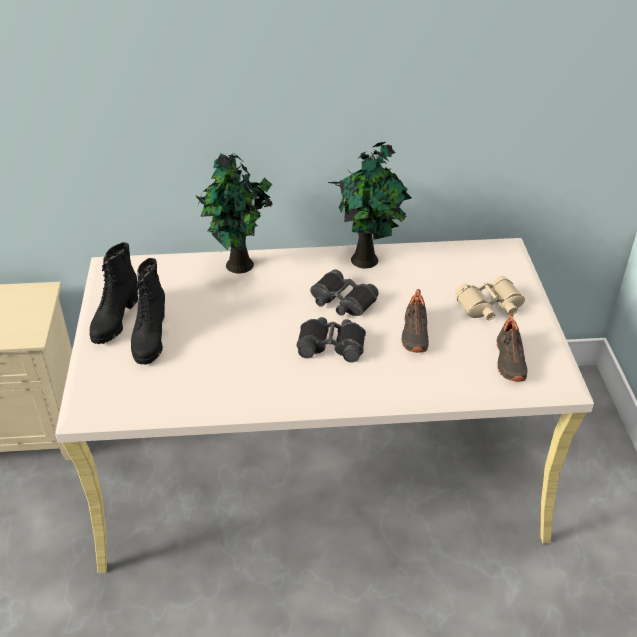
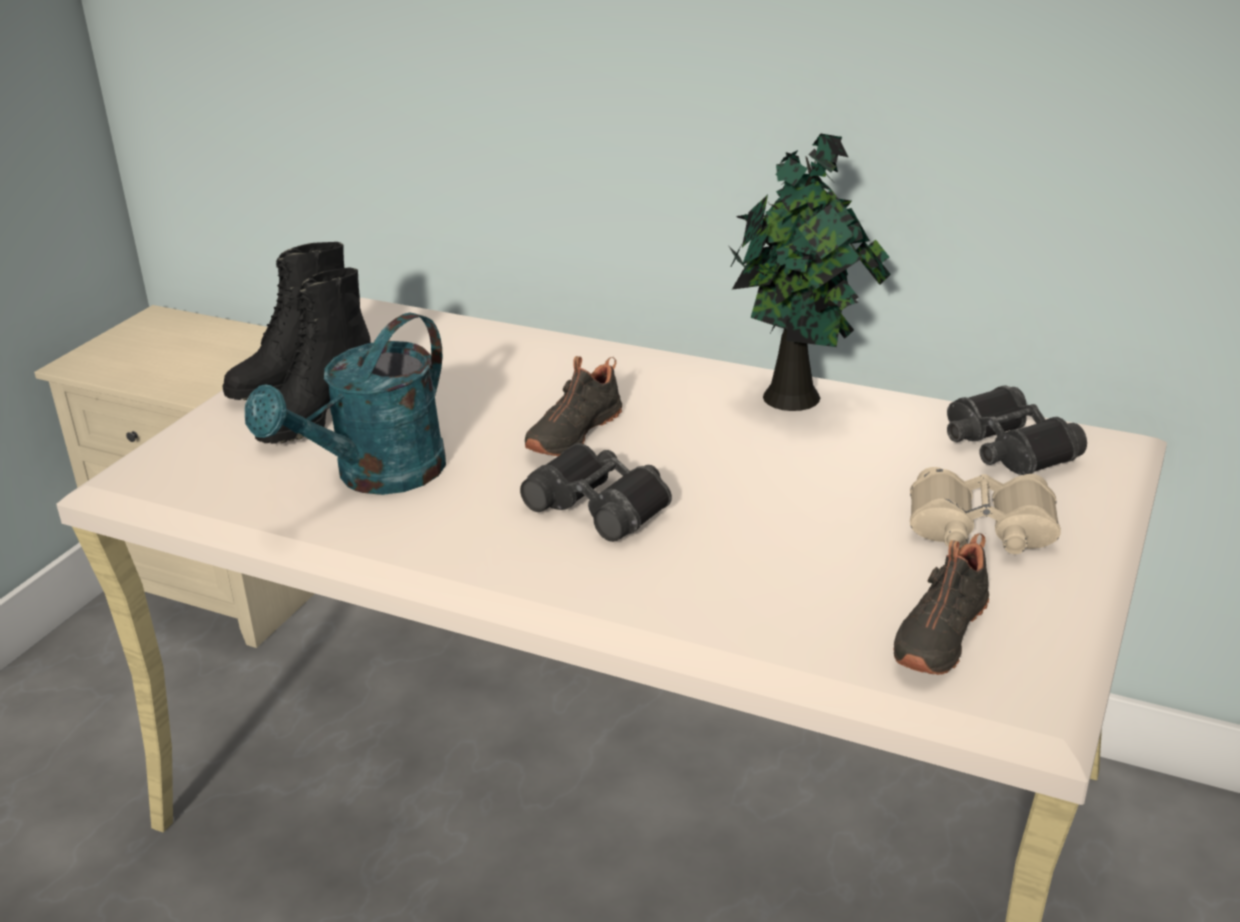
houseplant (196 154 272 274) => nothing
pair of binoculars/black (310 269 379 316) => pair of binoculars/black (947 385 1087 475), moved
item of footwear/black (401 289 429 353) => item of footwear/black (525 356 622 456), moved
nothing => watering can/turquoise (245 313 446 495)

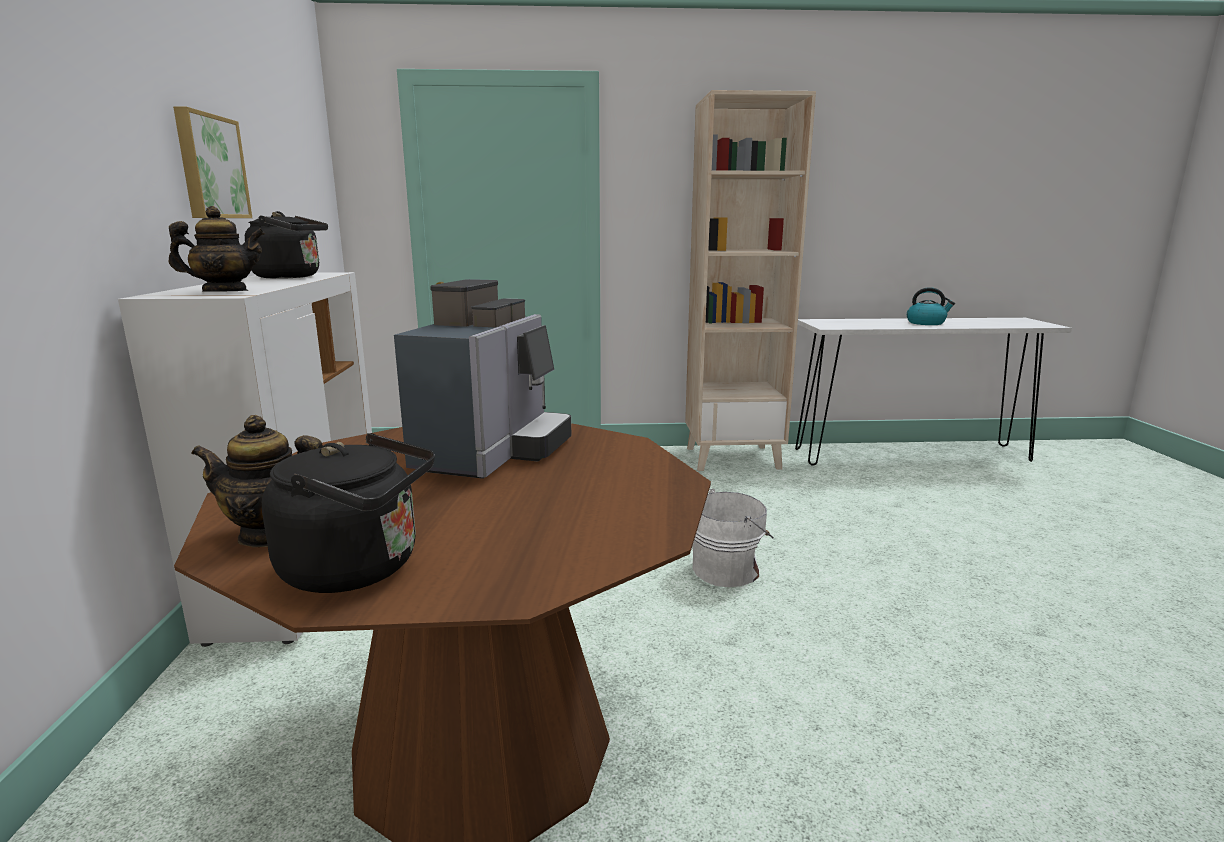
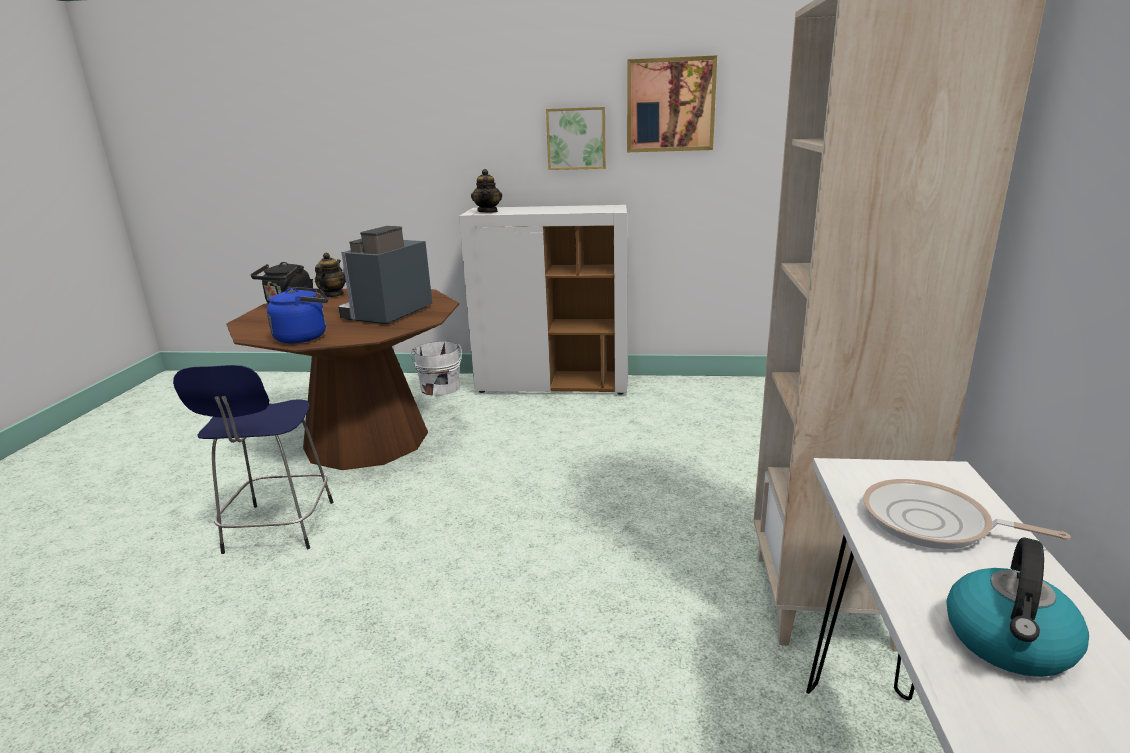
water kettle/black (245 211 328 279) => nothing
coffee maker (394 279 571 479) => coffee maker (338 226 432 324), 90 degrees clockwise
pail/white-coloured (693 489 774 587) => pail/white-coloured (411 341 462 396), moved
nothing => sitting stool/bluish (173 365 334 554)
nothing => water kettle/bluish (266 287 328 344)
nothing => wall art (627 55 717 152)
nothing => frying pan (863 479 1071 549)

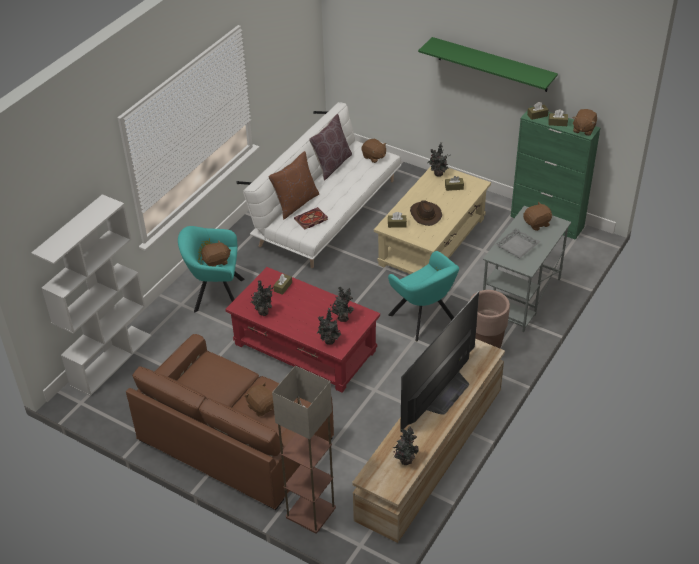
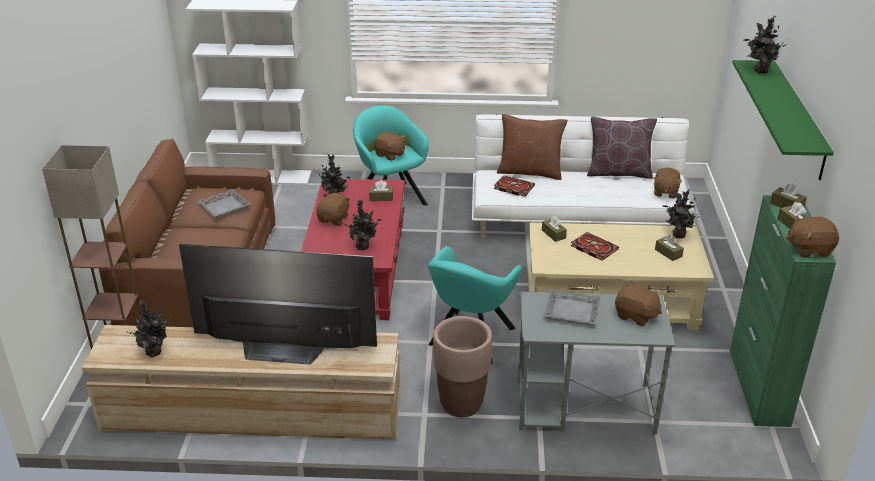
cuddly toy/brownish (244 383 274 417) => cuddly toy/brownish (316 193 350 225), moved
houseplant (317 308 341 345) => houseplant (743 15 789 73), moved
hat/brownish (410 200 442 226) => volume (571 232 619 261)
nothing => serving tray/gray (197 189 251 218)

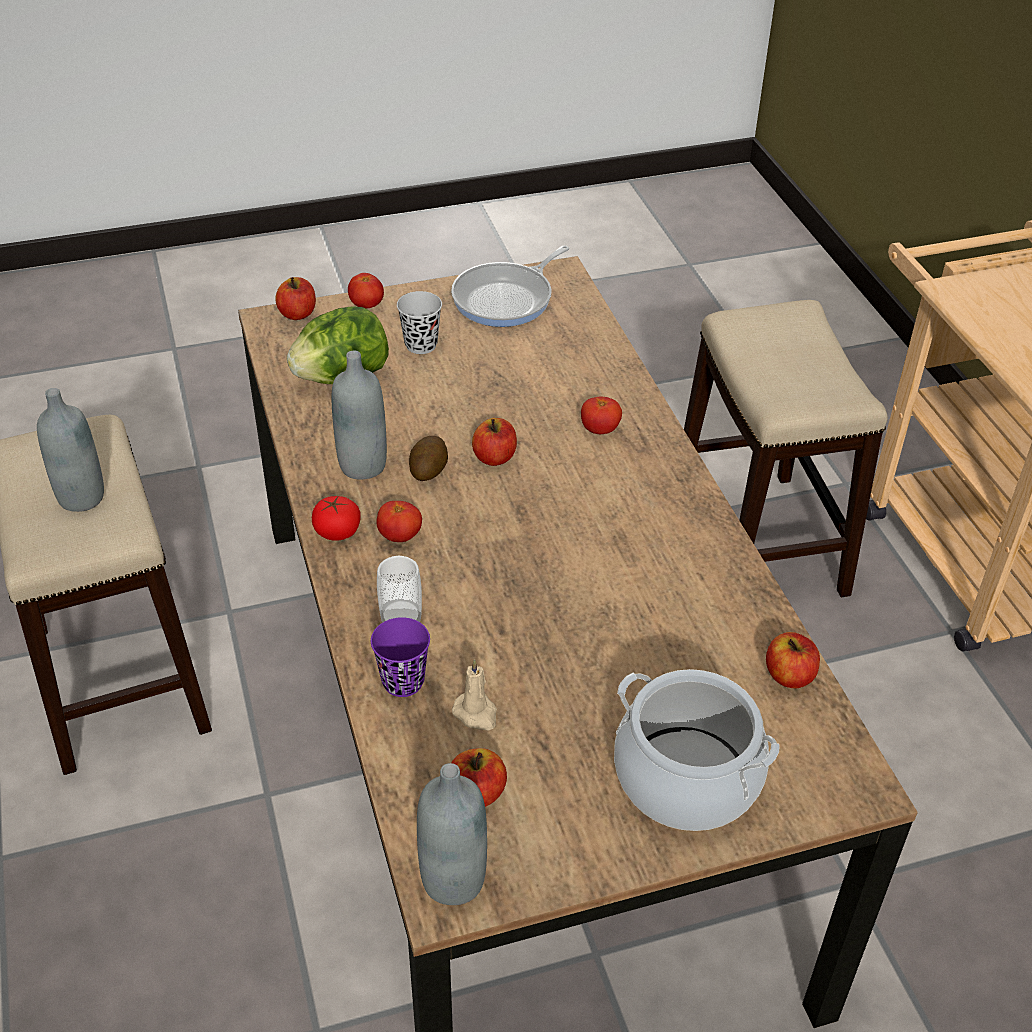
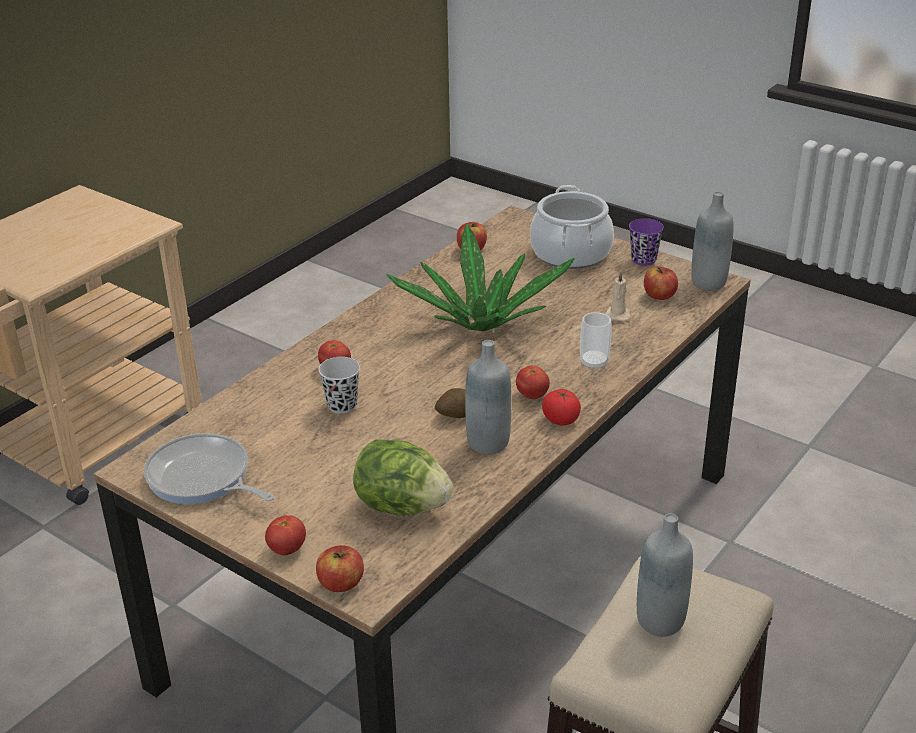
small cup/purple (371 617 430 697) => small cup/purple (629 218 664 266), moved
small cup/black (397 291 442 354) => small cup/black (318 357 360 414), moved
frying pan (451 245 569 327) => frying pan (144 433 275 504), 150 degrees counterclockwise
apple fruit (472 418 517 466) => nothing
sitting stool (684 300 888 597) => nothing
nothing => houseplant (386 224 574 331)

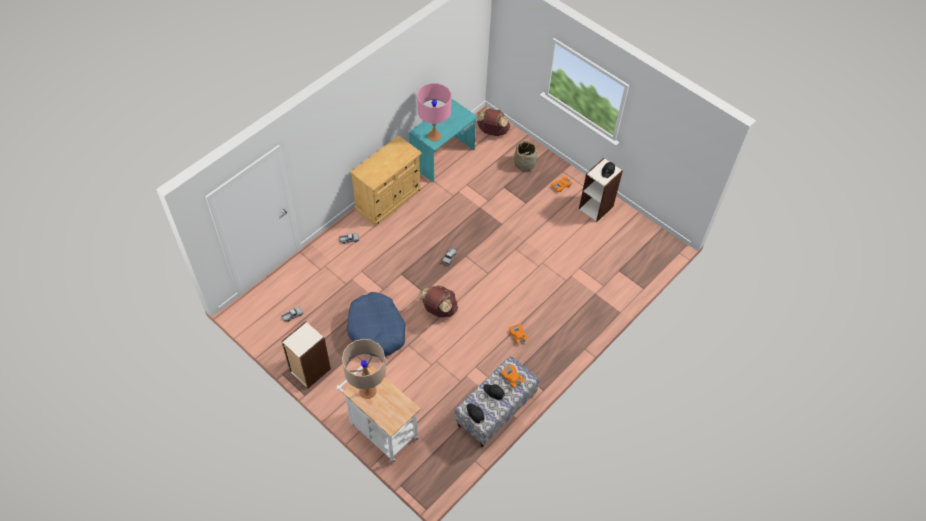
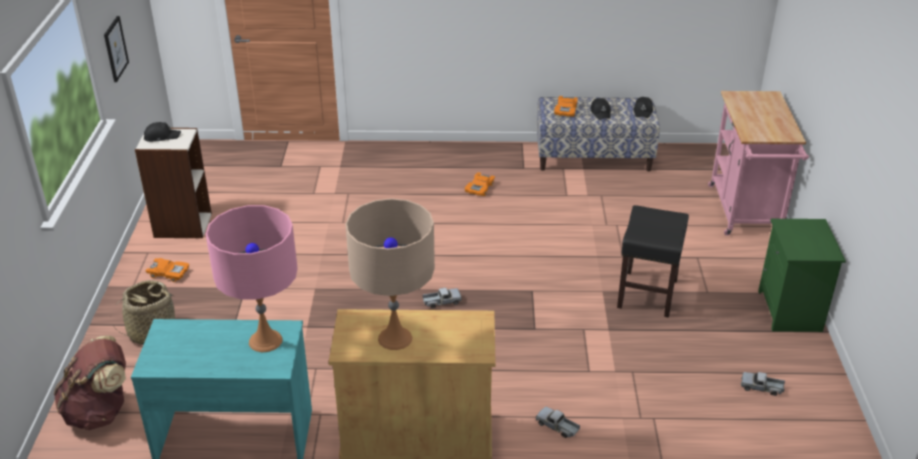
bookcase (281 321 331 389) => nightstand/green (758 219 846 332)
wheeled cart/white-coloured (336 366 421 463) => wheeled cart/pink-coloured (708 91 809 236)
table lamp/beige (342 339 386 399) => table lamp/beige (345 198 435 350), moved
dog cushion/bluish (347 292 406 357) => sitting stool/black (617 205 689 318)
backpack/brownish (418 285 458 317) => nothing
nothing => wall art (104 16 129 82)

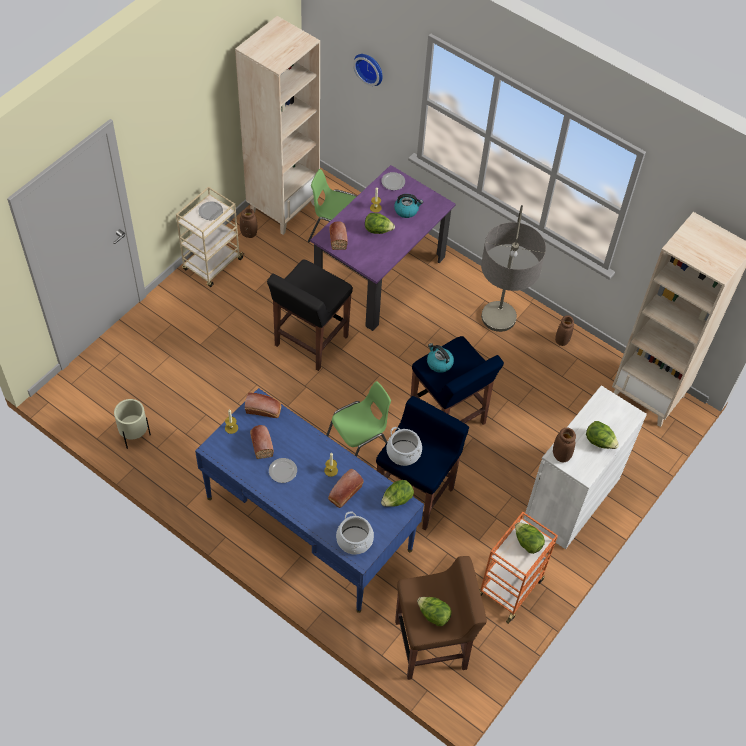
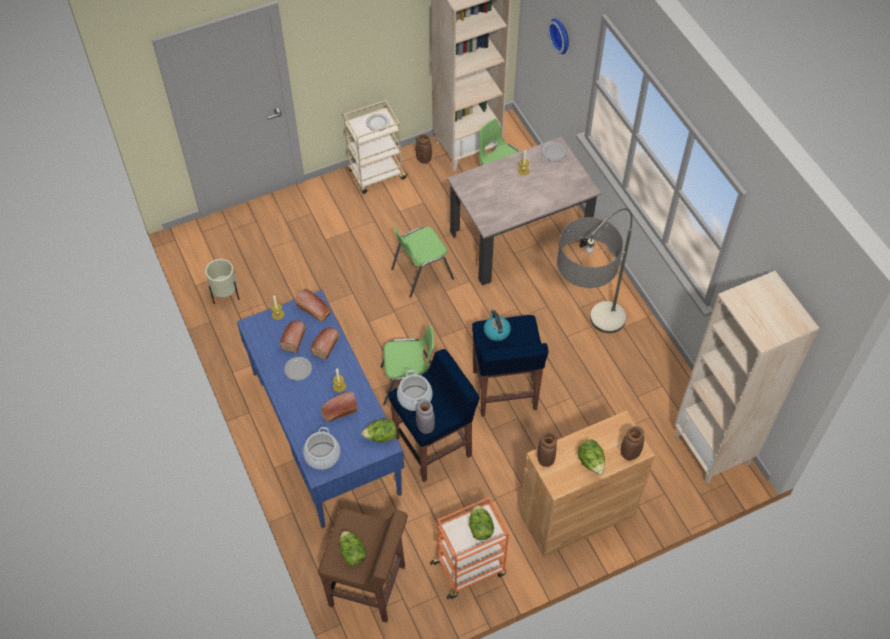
sitting stool/black (267 260 353 371) => chair/green (391 226 454 298)
kitchen table/purple (310 165 455 331) => kitchen table/beige (447 137 601 286)
bread (329 221 348 250) => bread (310 327 340 360), moved
head of lettuce (365 213 395 234) => nothing
water kettle (394 194 423 218) => nothing
cabinet/white-coloured (524 385 647 549) => cabinet/brownish (519 411 655 557)
flower vase/brownish (555 315 574 346) => flower vase/brownish (621 426 644 460), moved
nothing => flower vase/gray (416 400 435 434)

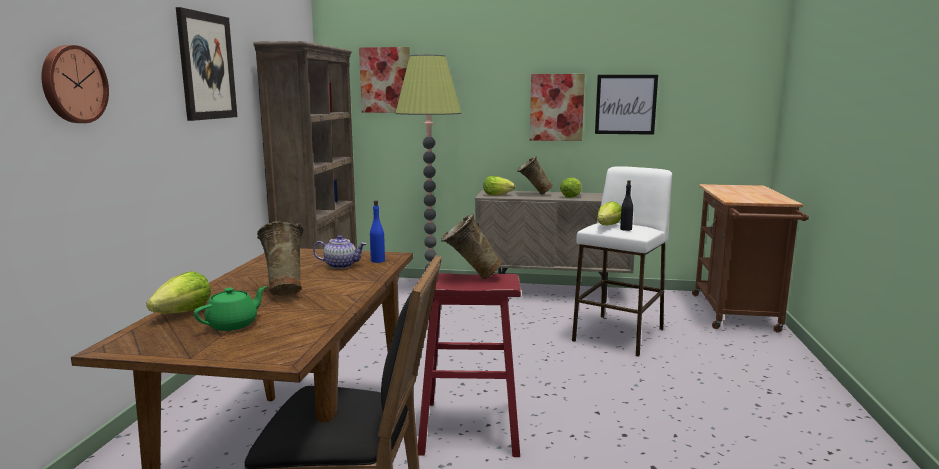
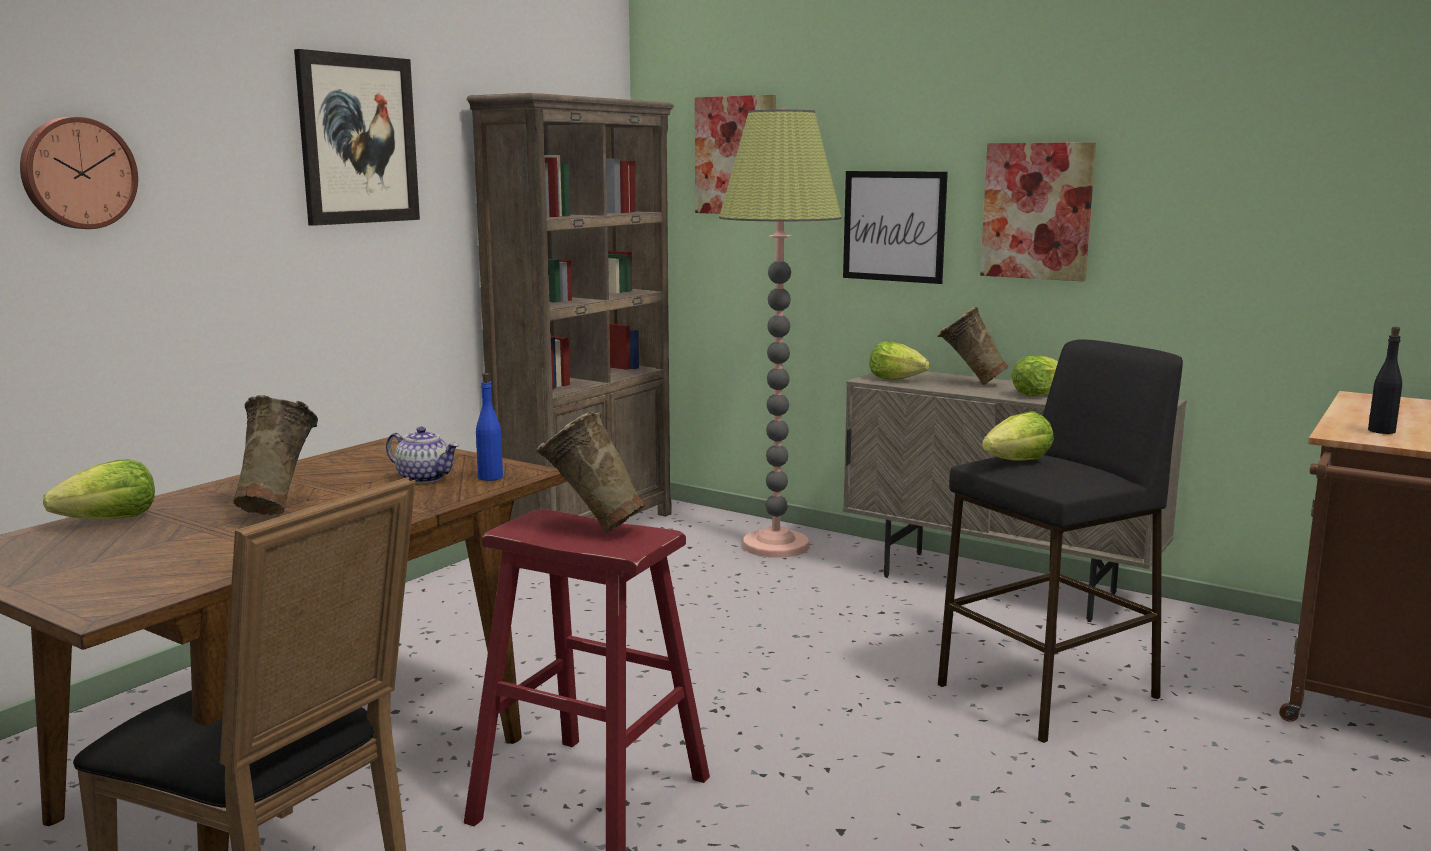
tea pot/green (193 286 267 331) => nothing
sitting stool/white-coloured (572 166 672 357) => sitting stool/black (938 339 1183 743)
wall art (595 75 658 135) => wall art (843 171 948 284), moved
drink bottle/black (620 180 633 231) => drink bottle/black (1368 327 1402 434), moved

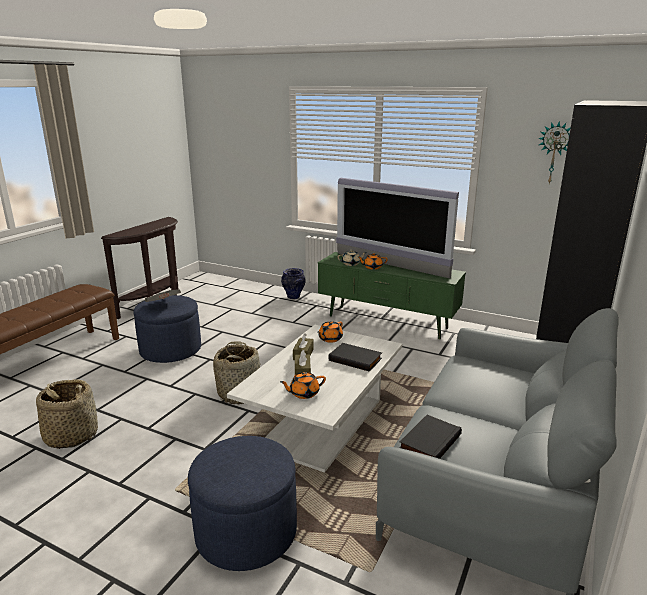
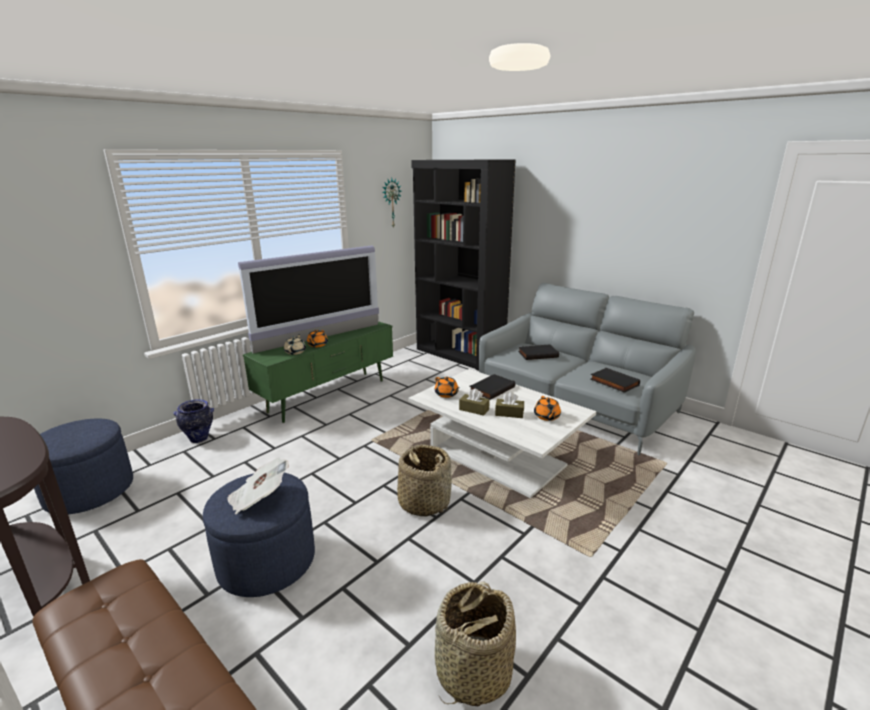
footrest/bluish (188 436 297 571) => footrest/bluish (34 419 133 514), moved
nothing => volume/black (518 344 559 360)

